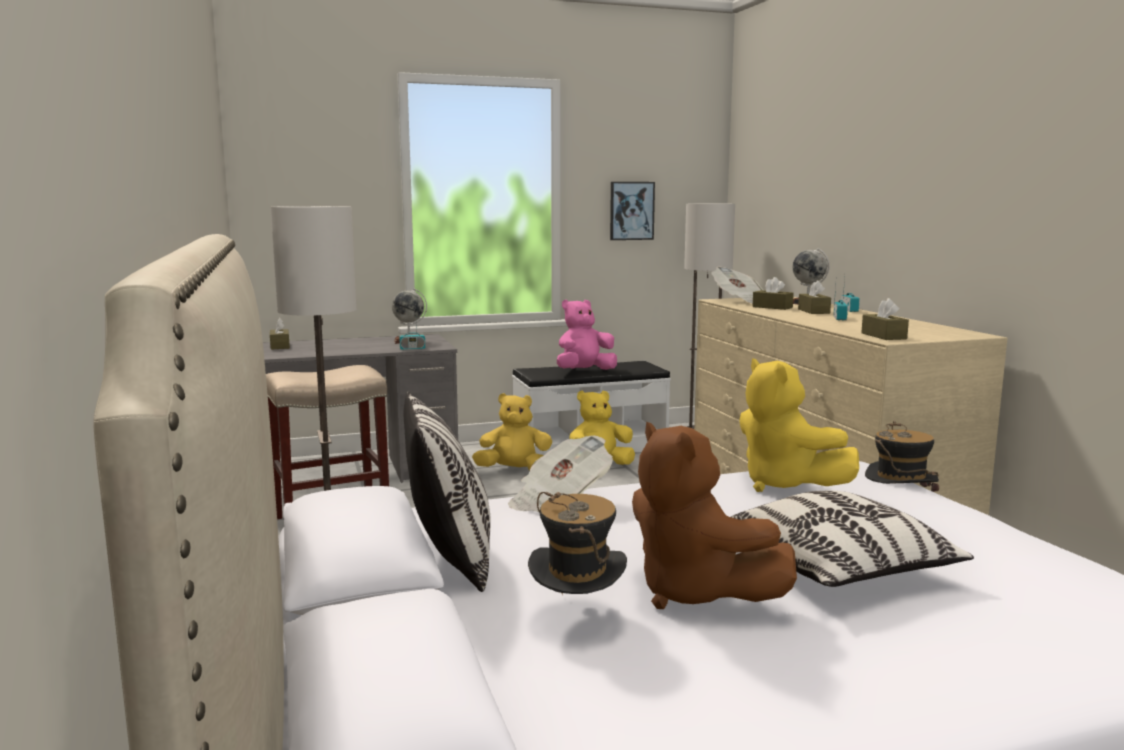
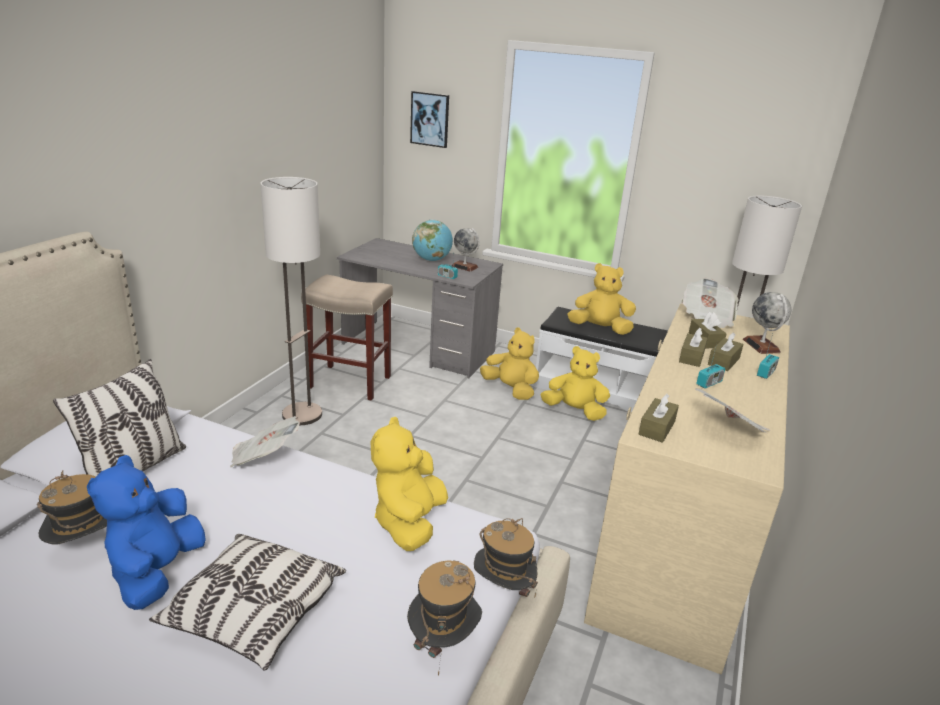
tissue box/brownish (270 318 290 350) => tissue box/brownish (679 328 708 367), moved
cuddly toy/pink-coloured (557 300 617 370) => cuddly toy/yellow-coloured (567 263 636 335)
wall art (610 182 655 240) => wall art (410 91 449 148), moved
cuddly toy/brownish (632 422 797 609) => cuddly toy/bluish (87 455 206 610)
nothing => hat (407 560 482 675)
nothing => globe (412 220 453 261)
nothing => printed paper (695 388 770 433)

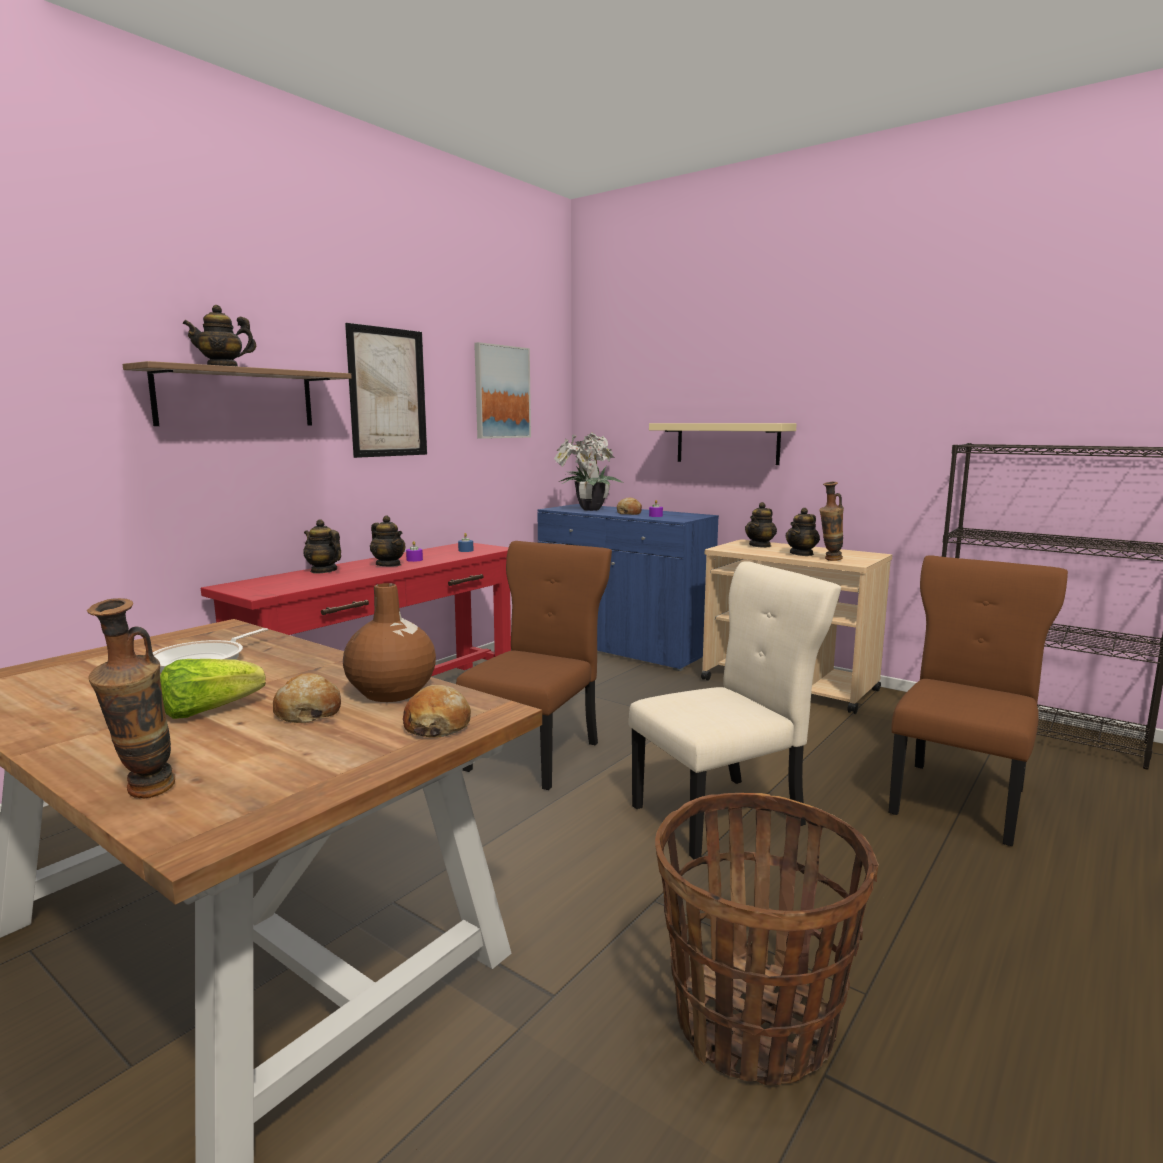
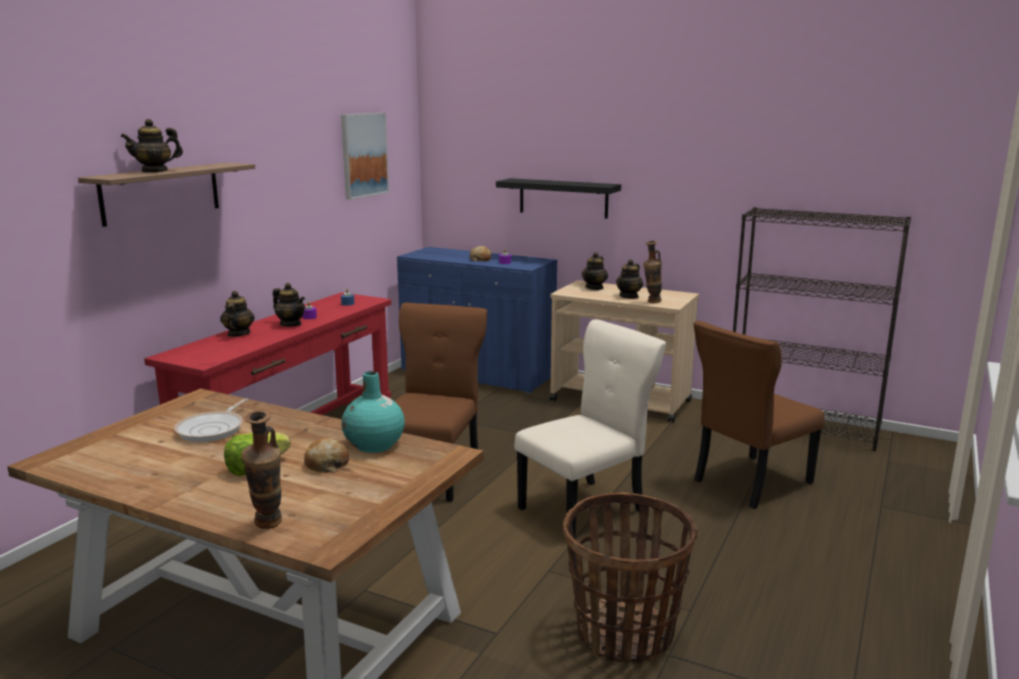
tea pot (303 519 341 574) => tea pot (220 291 255 337), 60 degrees clockwise
flower vase/brownish (343 583 436 702) => flower vase/turquoise (341 371 405 453)
wall art (345 323 427 458) => nothing
bread (403 685 471 738) => nothing
houseplant (554 432 624 511) => nothing
shelf/beige (649 423 797 465) => shelf/black (496 178 621 219)
chair/brownish (889 555 1068 847) => chair/brownish (693 321 825 509), 150 degrees counterclockwise

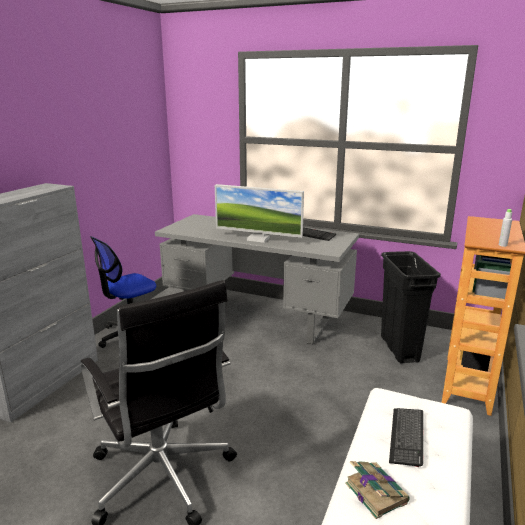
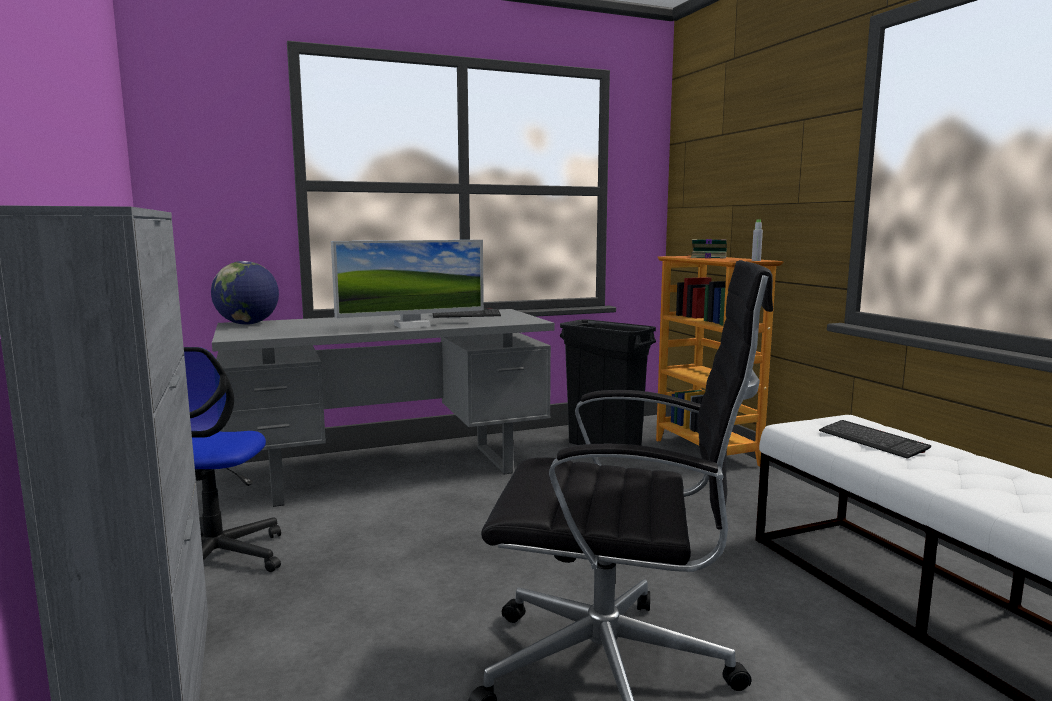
volume (345 461 410 519) => volume (691 239 727 258), moved
nothing => globe (211 261 279 325)

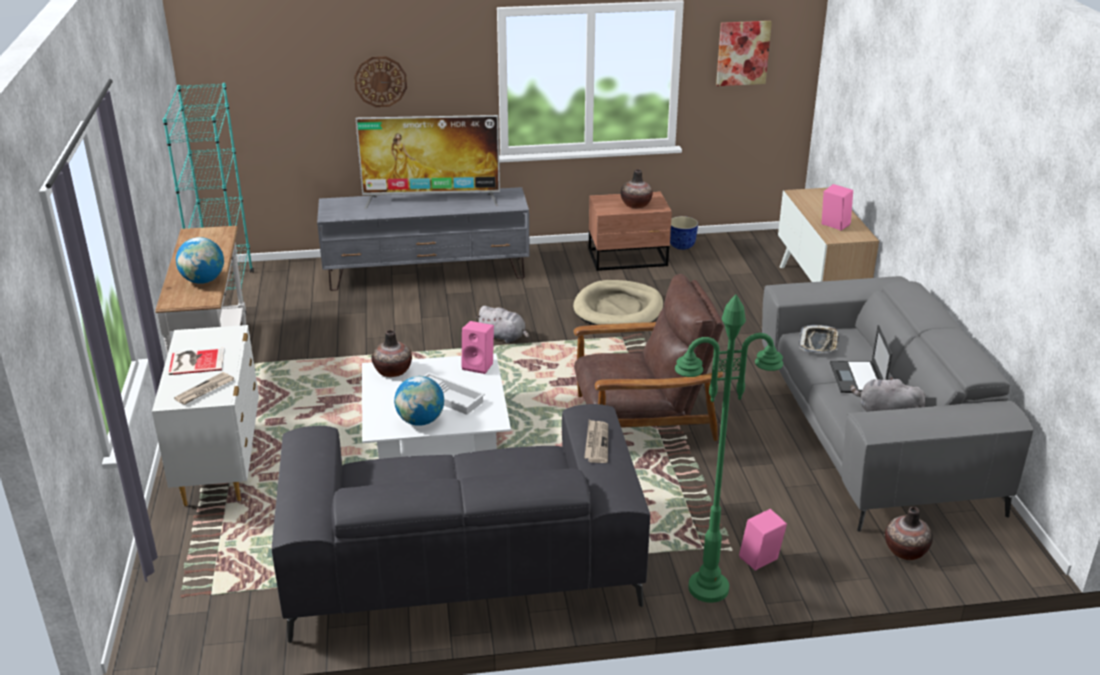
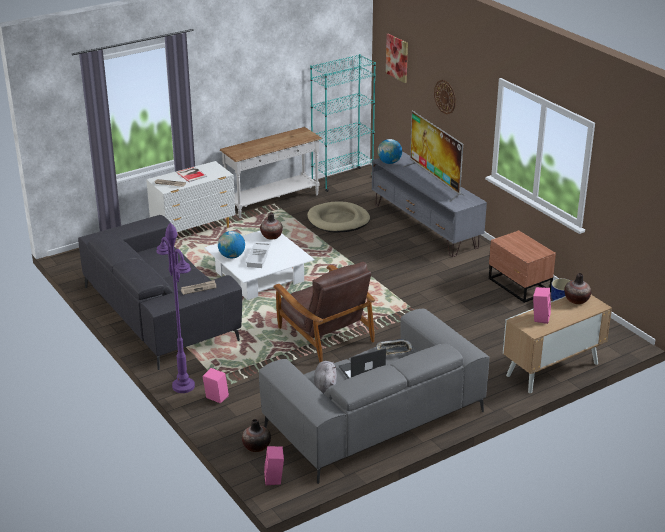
globe (176 237 224 284) => globe (377 139 402 164), moved
loudspeaker/pink-coloured (462 321 494 374) => loudspeaker/pink-coloured (264 446 284 485), moved
cuddly toy/gray (476 306 529 343) => nothing
dog cushion/beige (573 280 663 325) => dog cushion/beige (307 201 370 232), moved
flower vase (621 169 653 208) => flower vase (564 273 591 304), moved
floor lamp/green (675 294 783 603) => floor lamp/purple (156 222 195 393)
wall art (716 21 772 86) => wall art (386 33 408 83), moved

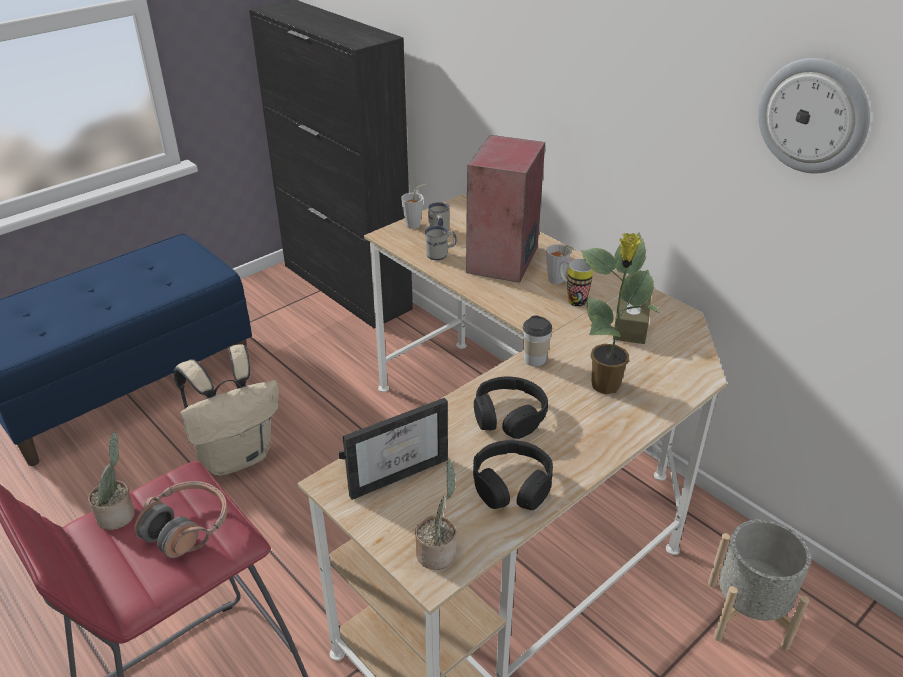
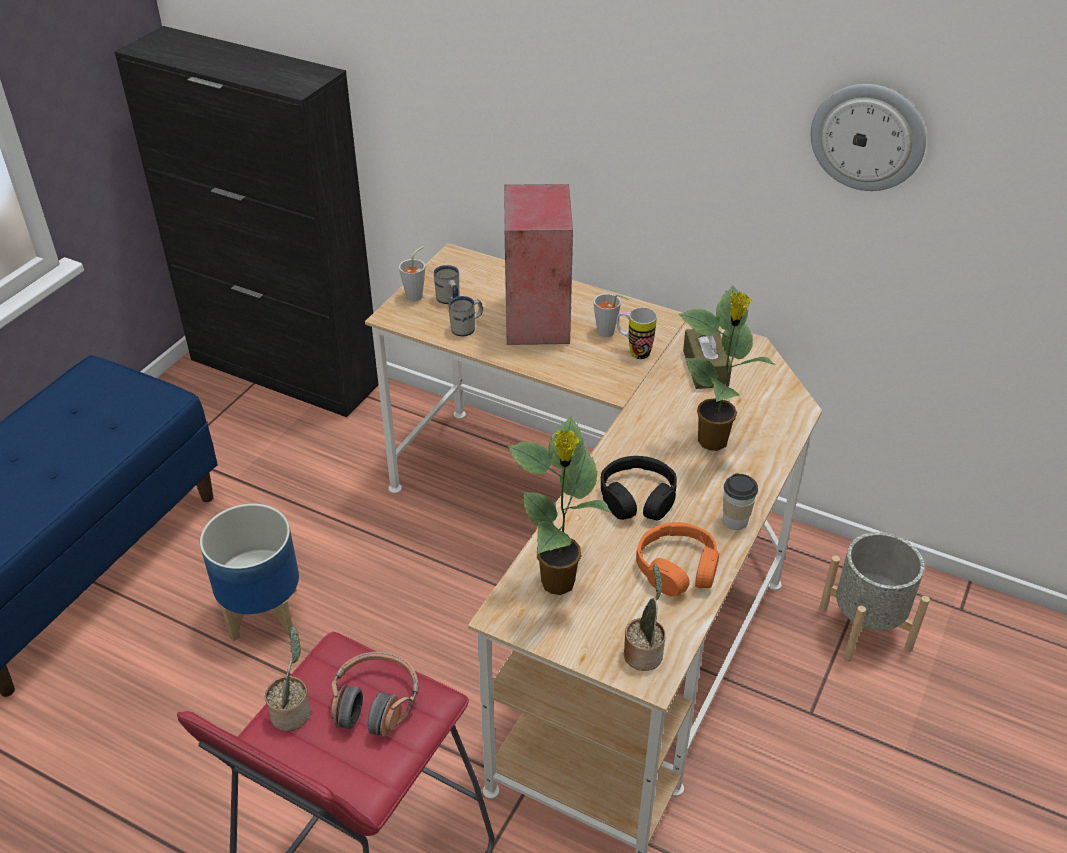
backpack/beige (173 344 279 476) => planter (200 504 299 641)
photo frame (339 398 448 500) => houseplant (508 415 611 595)
headphones/black (473 440 553 510) => headphones/orange-coloured (636 522 719 597)
small cup (523 315 552 367) => small cup (723 473 758 530), moved

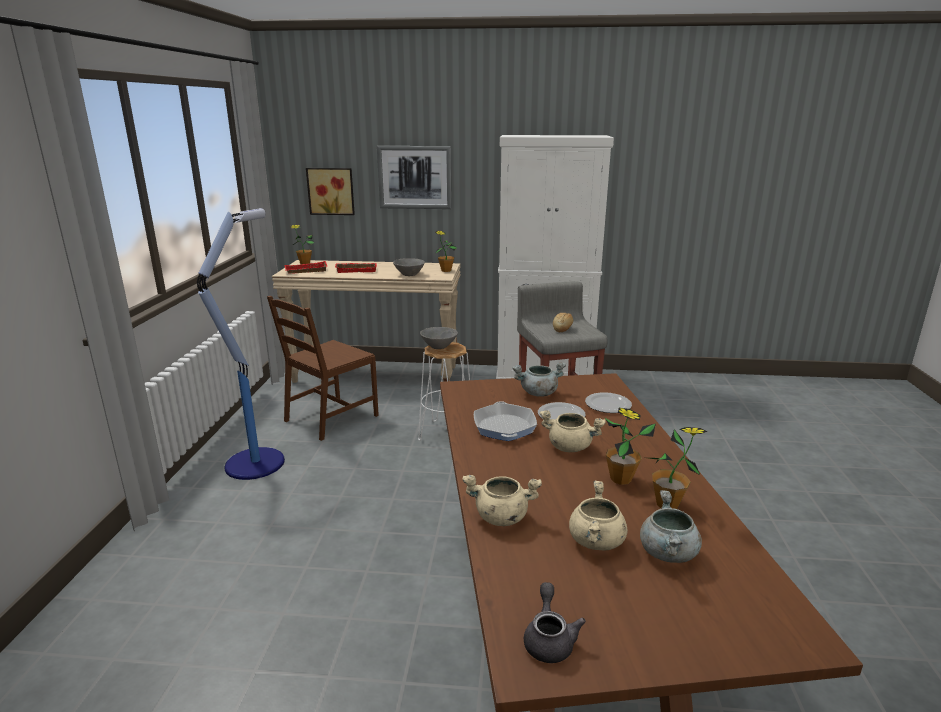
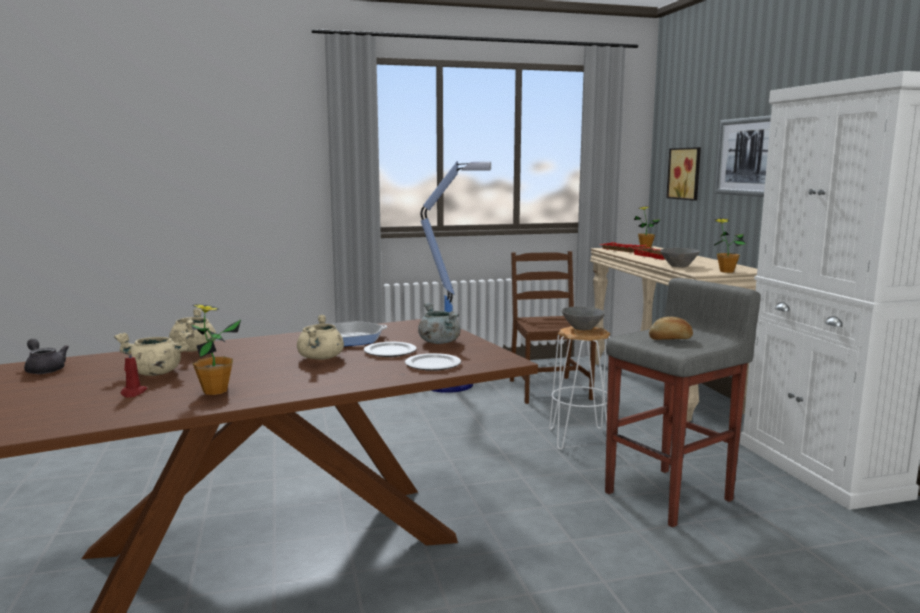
chair/brownish (267 296 379 441) => chair/brownish (510 251 596 404), 60 degrees clockwise
tea pot/gray (524 582 586 663) => tea pot/gray (24 339 69 374), 120 degrees counterclockwise
houseplant (605 408 656 485) => nothing
saucepot/gray (640 490 702 563) => candle/reddish (120 348 147 397)

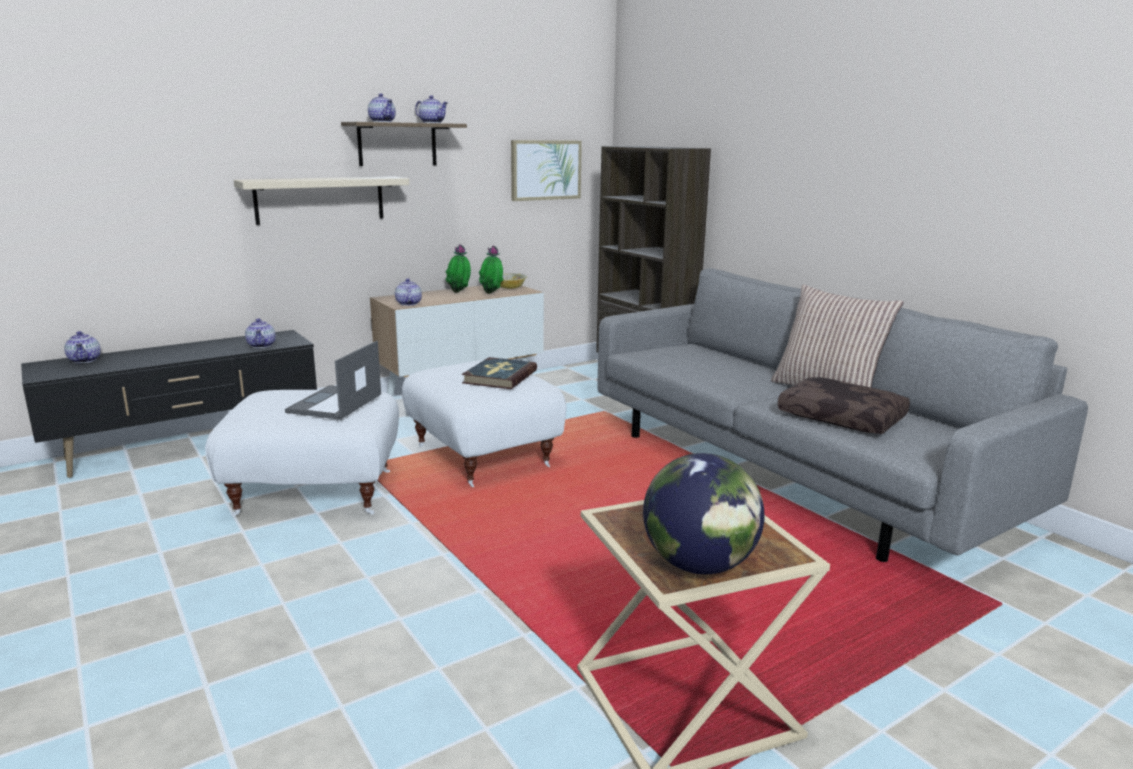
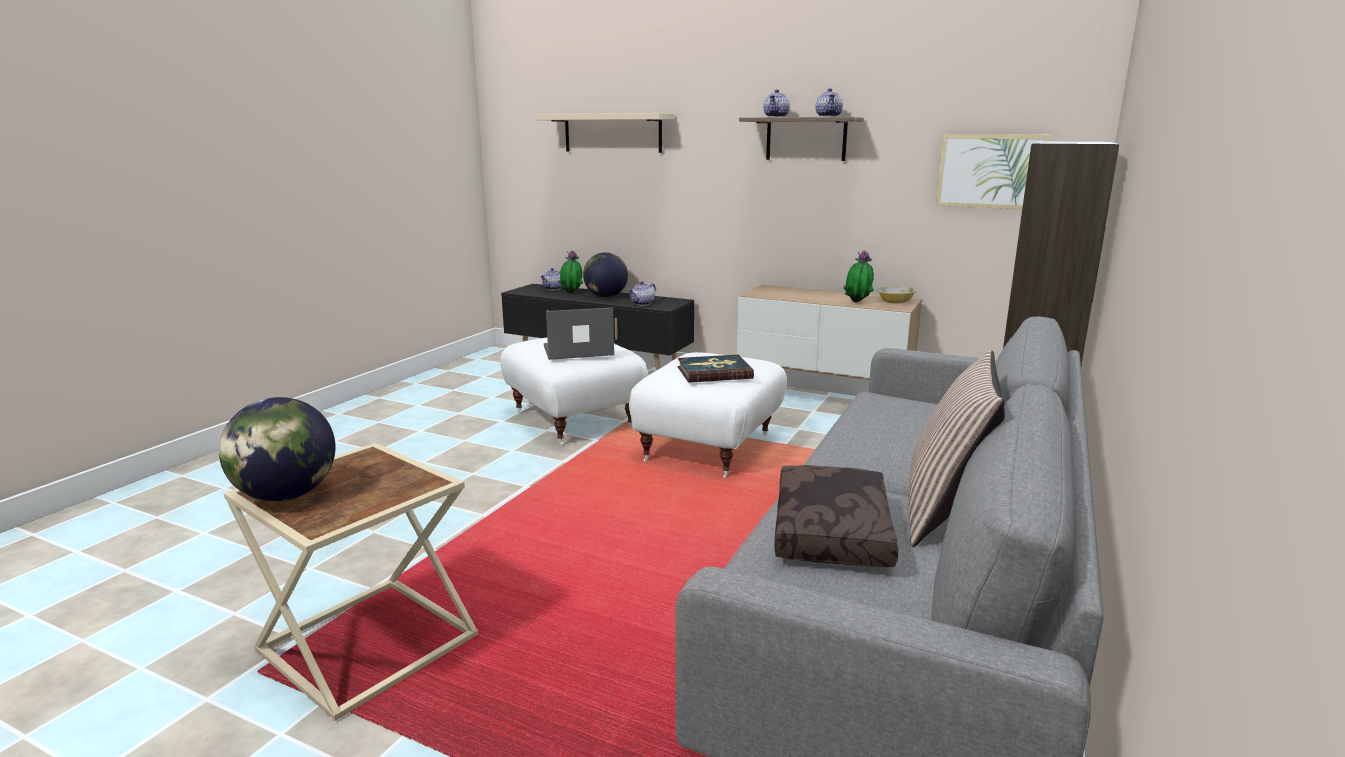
shelf/beige (233 176 409 225) => shelf/beige (536 113 675 153), moved
tea pot (395 278 422 306) => nothing
houseplant (445 244 471 293) => houseplant (559 251 583 293), moved
nothing => globe (583 252 628 298)

